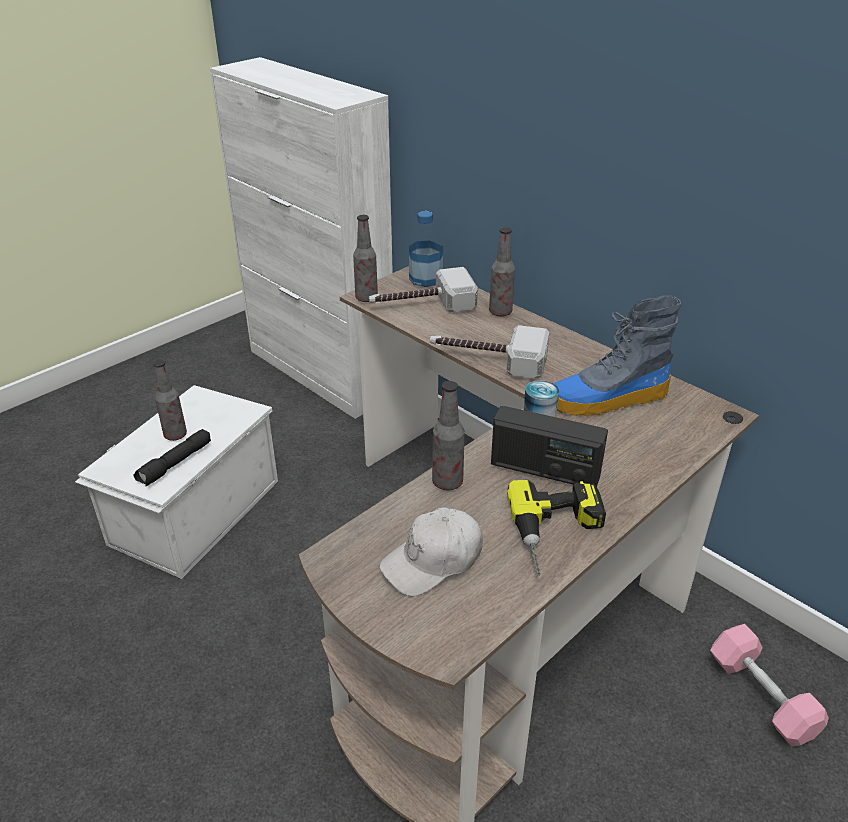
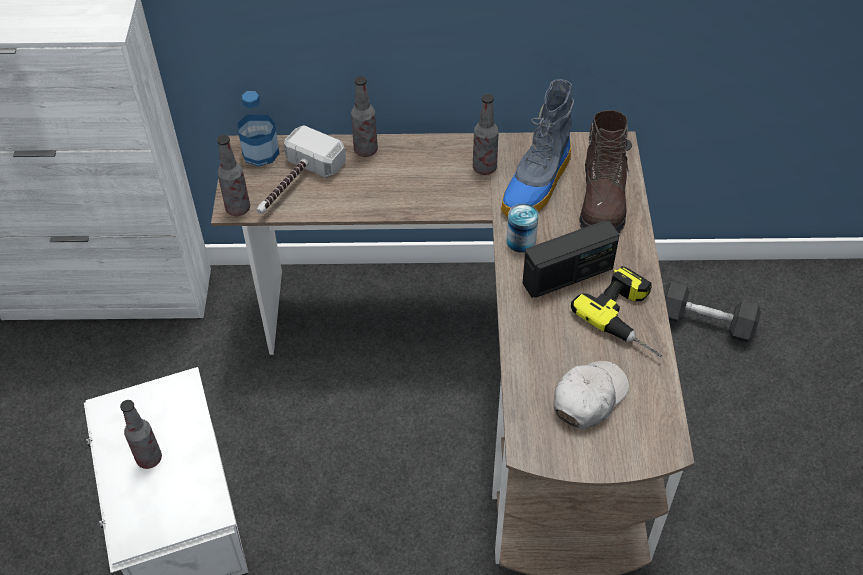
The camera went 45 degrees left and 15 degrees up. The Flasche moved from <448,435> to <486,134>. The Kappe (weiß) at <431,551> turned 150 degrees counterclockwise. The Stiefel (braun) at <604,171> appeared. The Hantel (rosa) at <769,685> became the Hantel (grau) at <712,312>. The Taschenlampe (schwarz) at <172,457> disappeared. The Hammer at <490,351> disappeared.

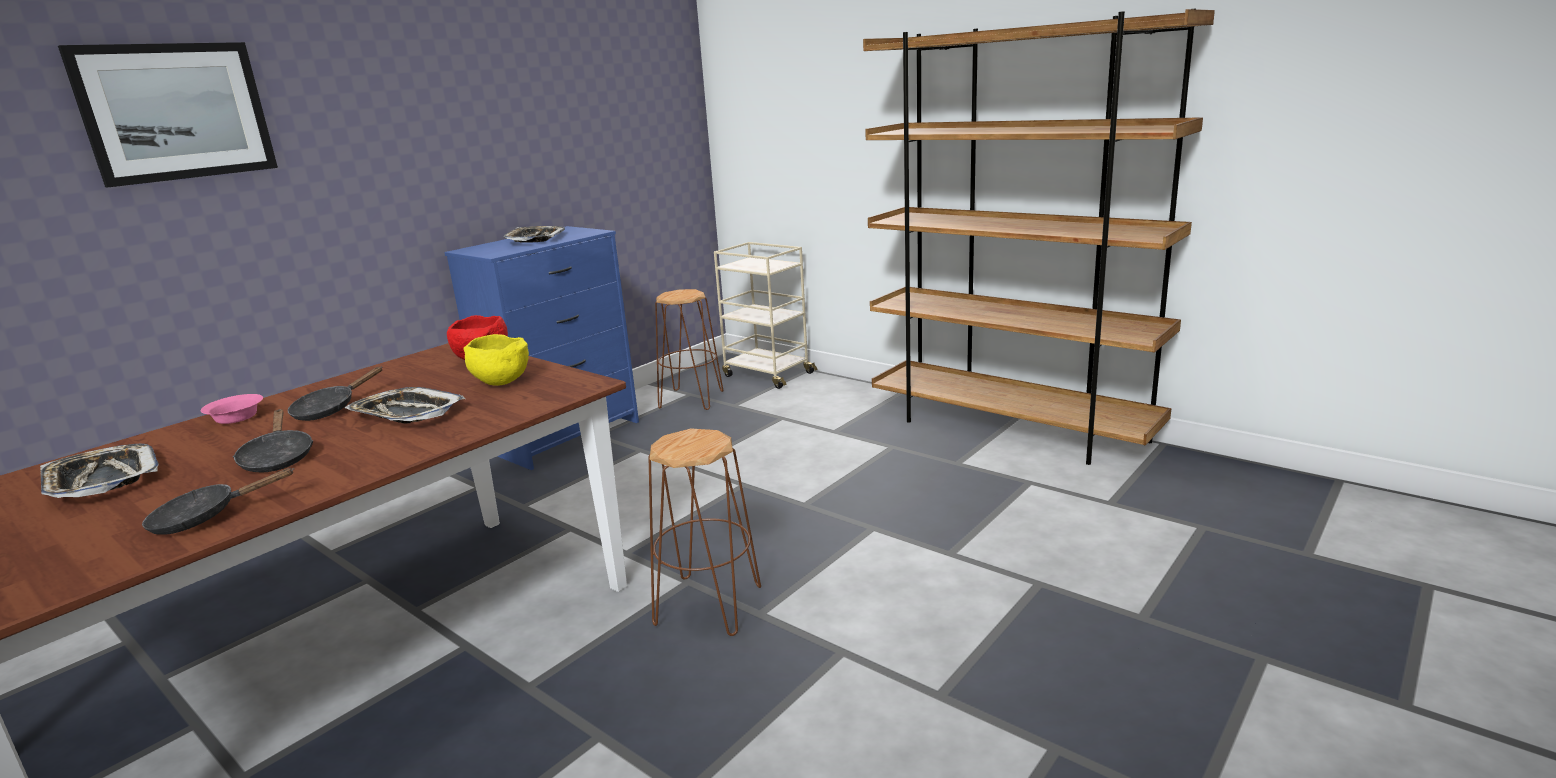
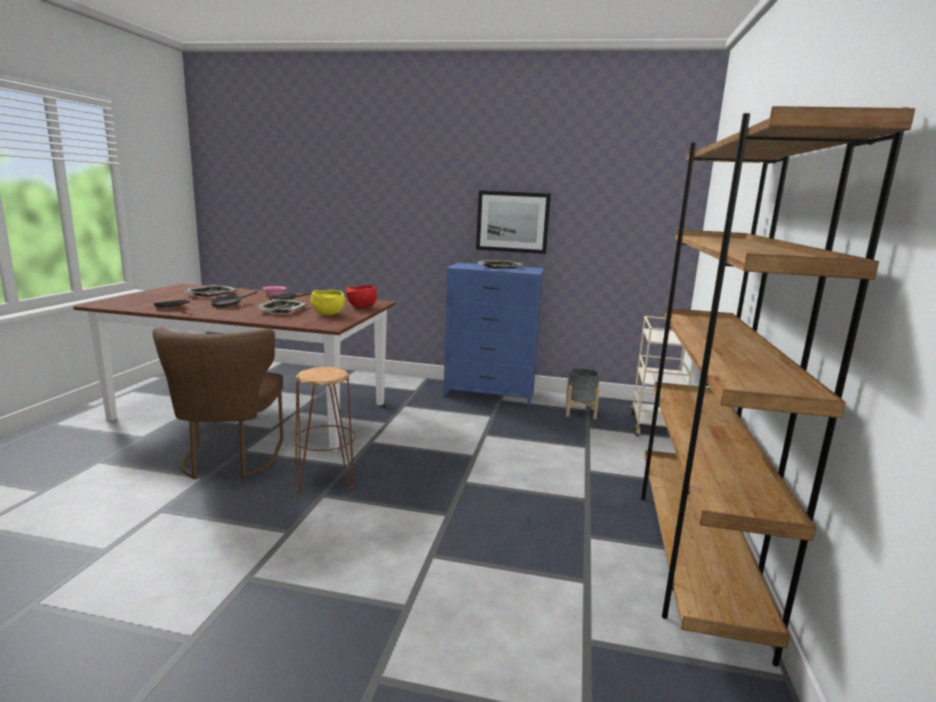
The camera went 60 degrees right and 5 degrees down. The Stuhl (braun) at <217,403> appeared. The Bild moved from <168,115> to <513,222>. The Hocker (braun) at <689,349> was replaced by the Pflanzkübel (grau) at <582,393>.

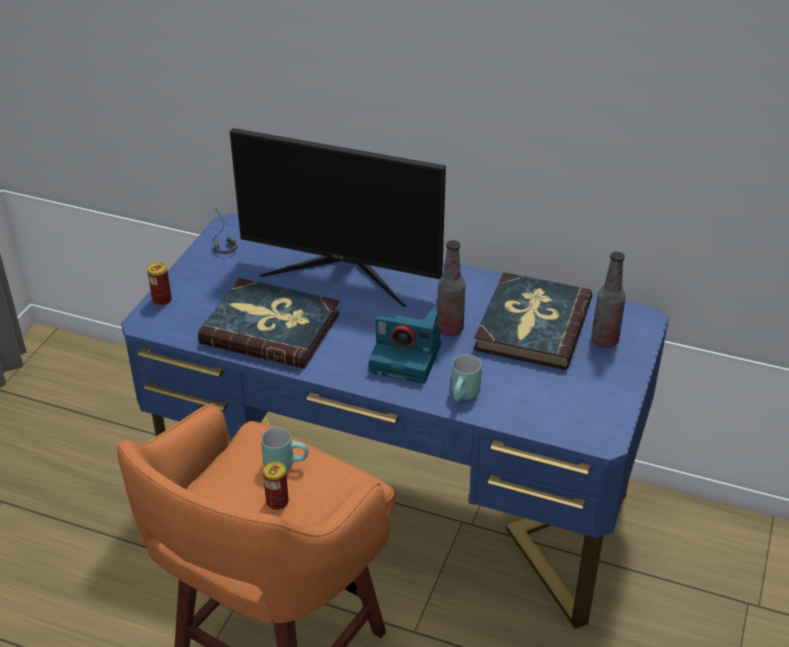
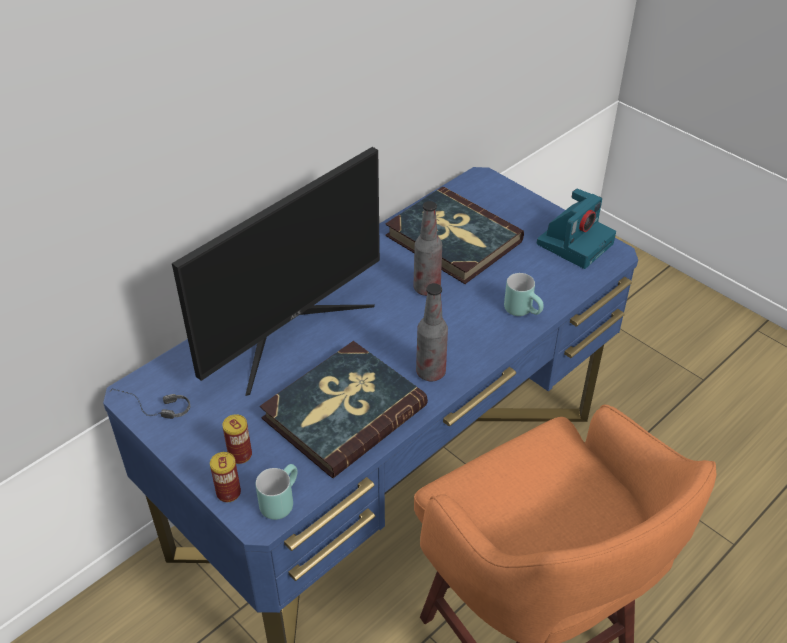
The camera went 65 degrees left and 5 degrees up. The Dose moved from <276,486> to <237,439>. The Henkelbecher (türkis) moved from <284,449> to <276,492>. The Flasche moved from <608,300> to <432,332>. The Kamera moved from <405,347> to <576,229>.

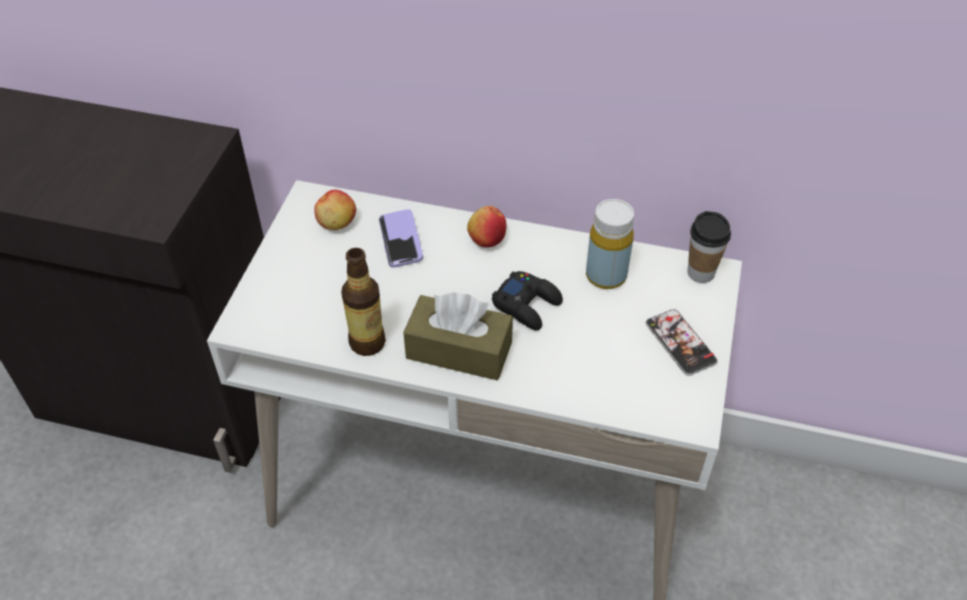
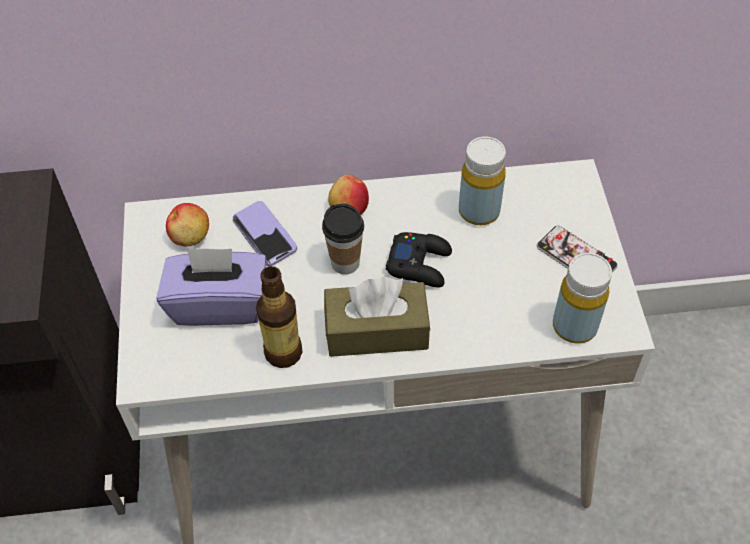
The camera went 20 degrees left and 5 degrees up. The Taschentuchbox (lila) at <211,286> appeared. The Tasse moved from <709,247> to <343,239>. The Flasche (gelb) at <582,298> appeared.

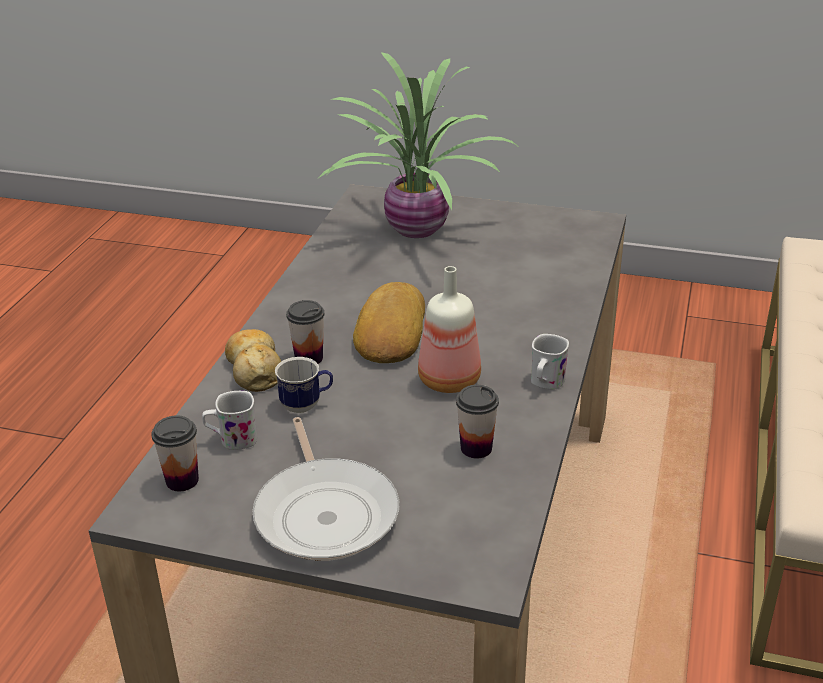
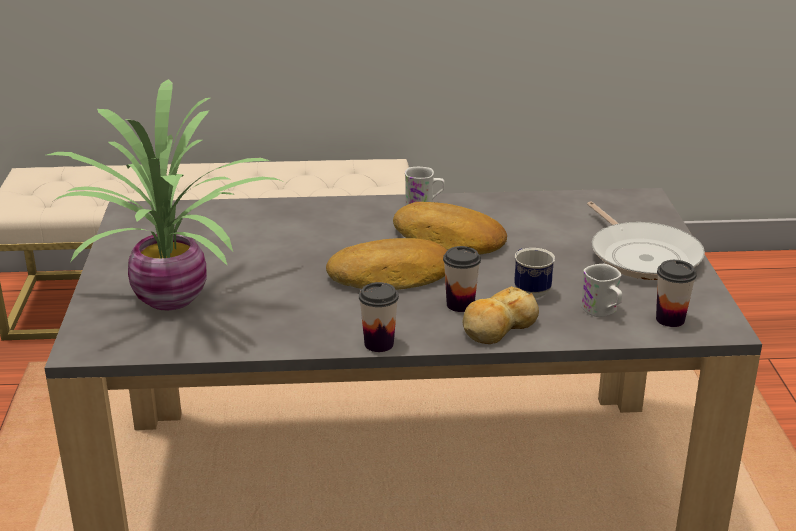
The camera went 110 degrees left and 5 degrees down. The Tasse moved from <477,422> to <379,317>. The Flasche at <449,329> was replaced by the Brot at <450,228>. The Pfanne at <325,489> turned 105 degrees clockwise.

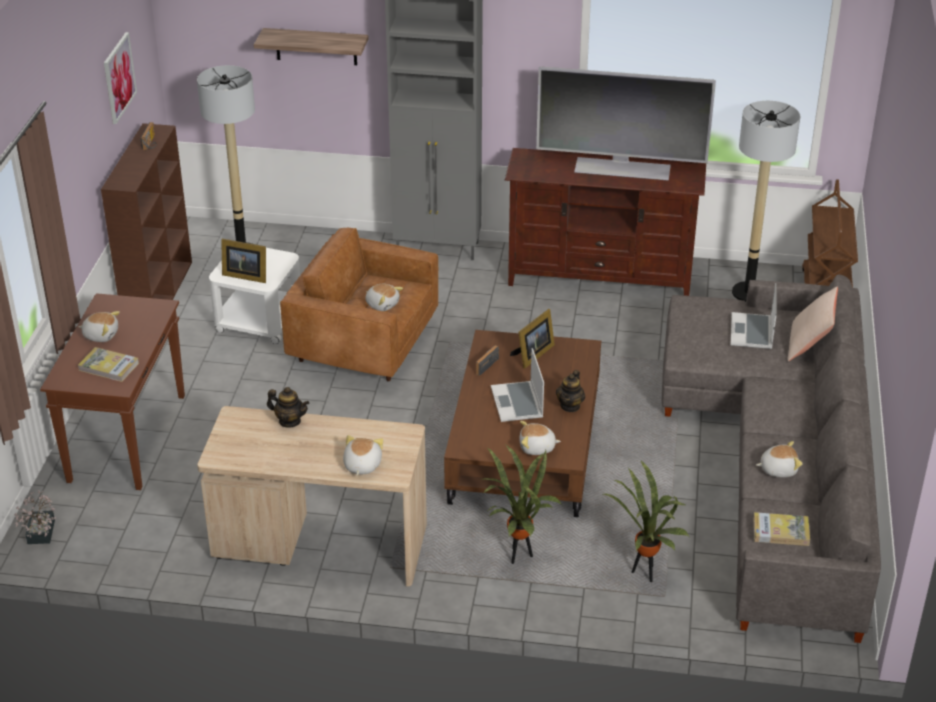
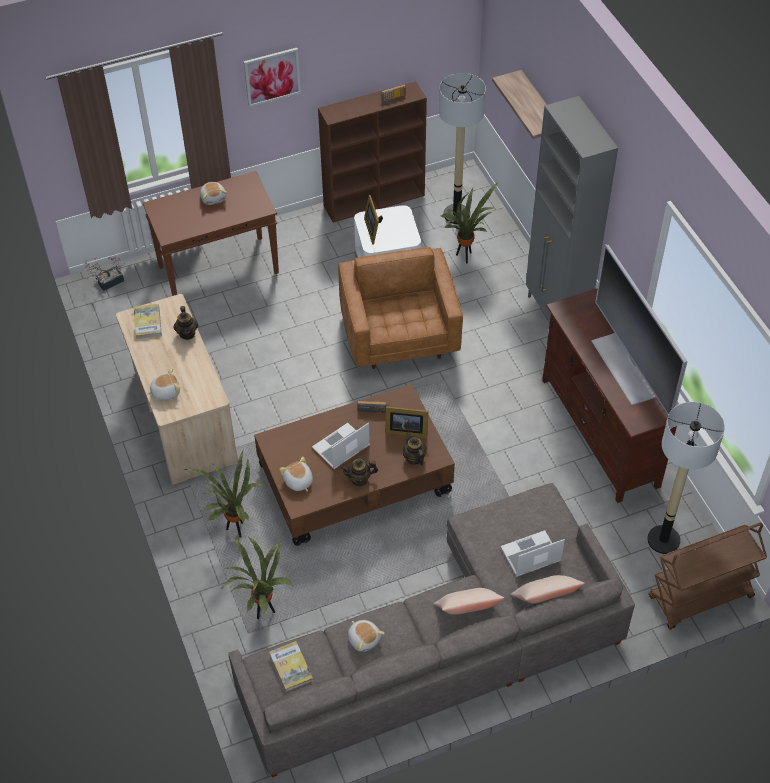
The camera went 60 degrees right and 15 degrees up. The Buch moved from <108,364> to <148,321>. The Bild moved from <120,78> to <272,77>. The Teekanne at <414,448> appeared. The Kissen (beige) at <469,601> appeared. The Topfpflanze at <470,222> appeared. The Plüschtier at <384,297> disappeared.

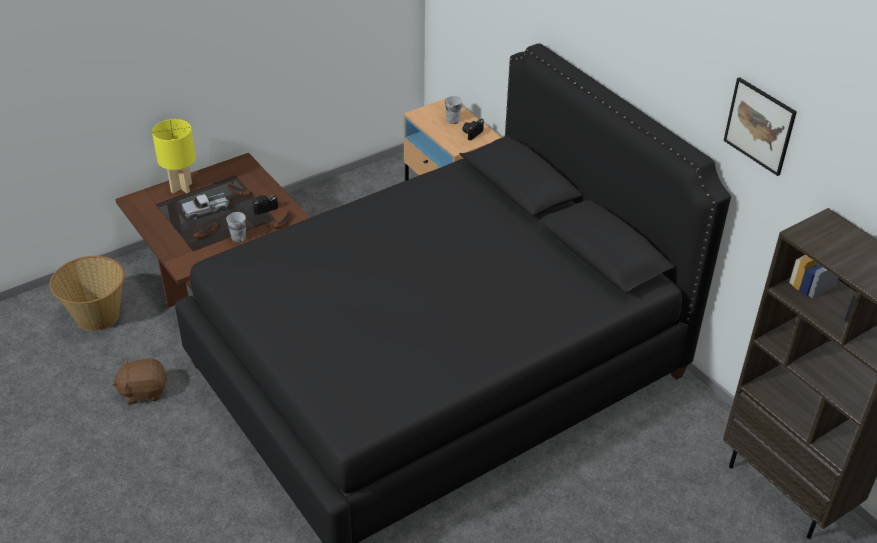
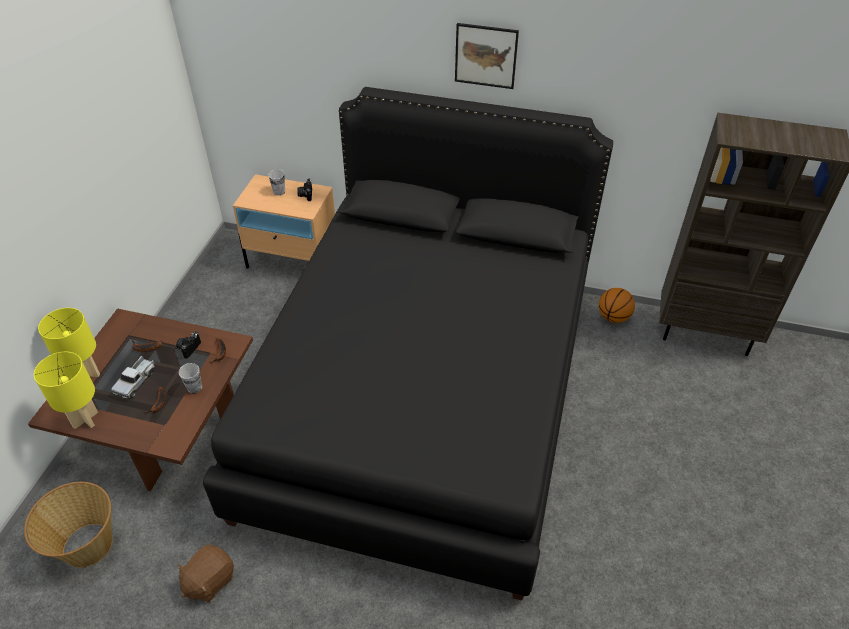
The camera went 40 degrees left and 5 degrees up. The Tischlampe (gelb) at <66,390> appeared. The Bild moved from <760,126> to <487,56>. The Basketball at <617,305> appeared.

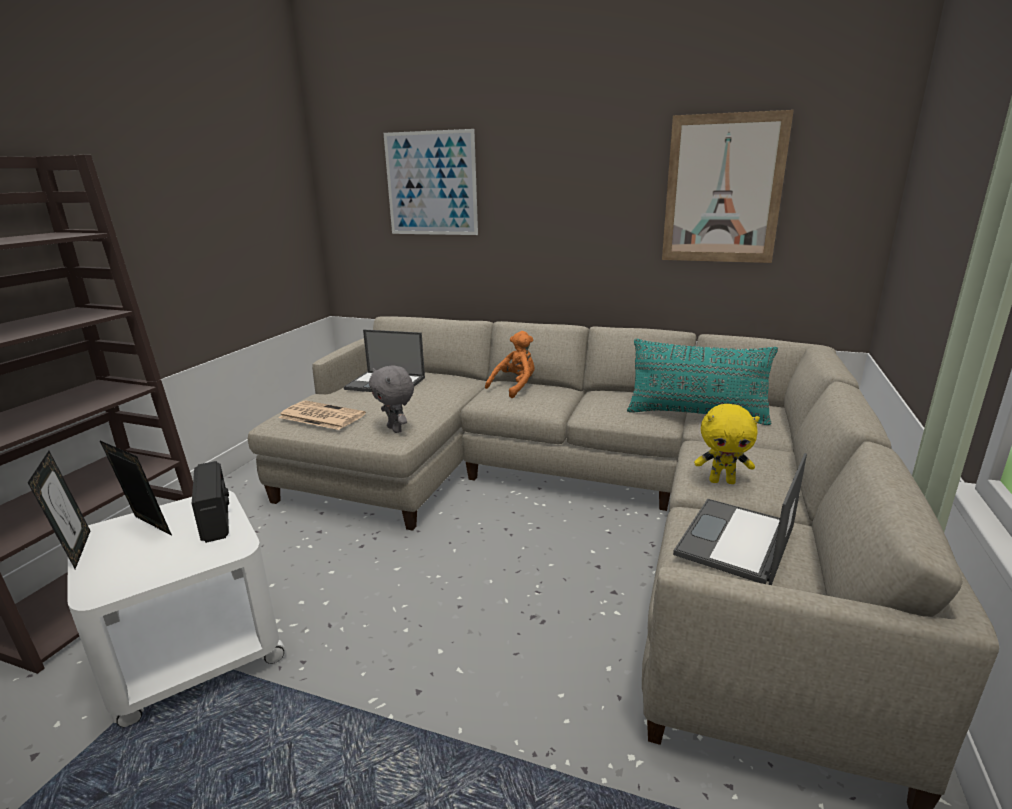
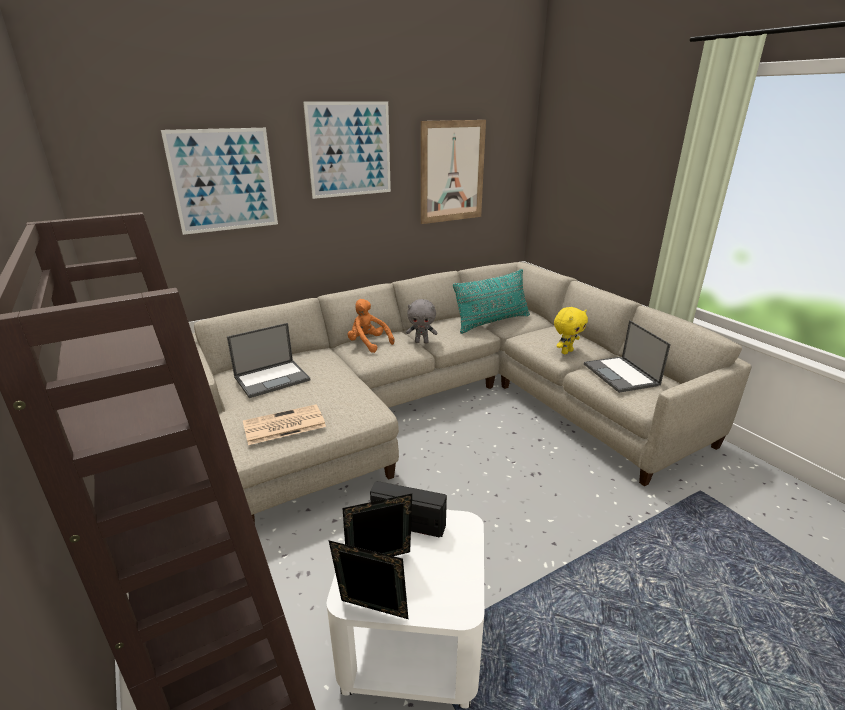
The camera went 50 degrees left and 5 degrees up. The Bild at <347,150> appeared. The Plüschtier (orange) at <509,364> turned 45 degrees counterclockwise. The Plüschtier (grau) moved from <391,399> to <421,321>.

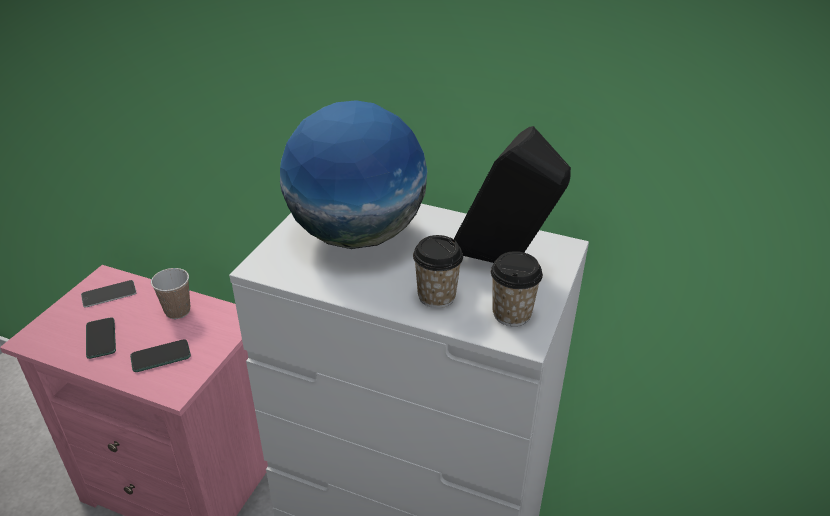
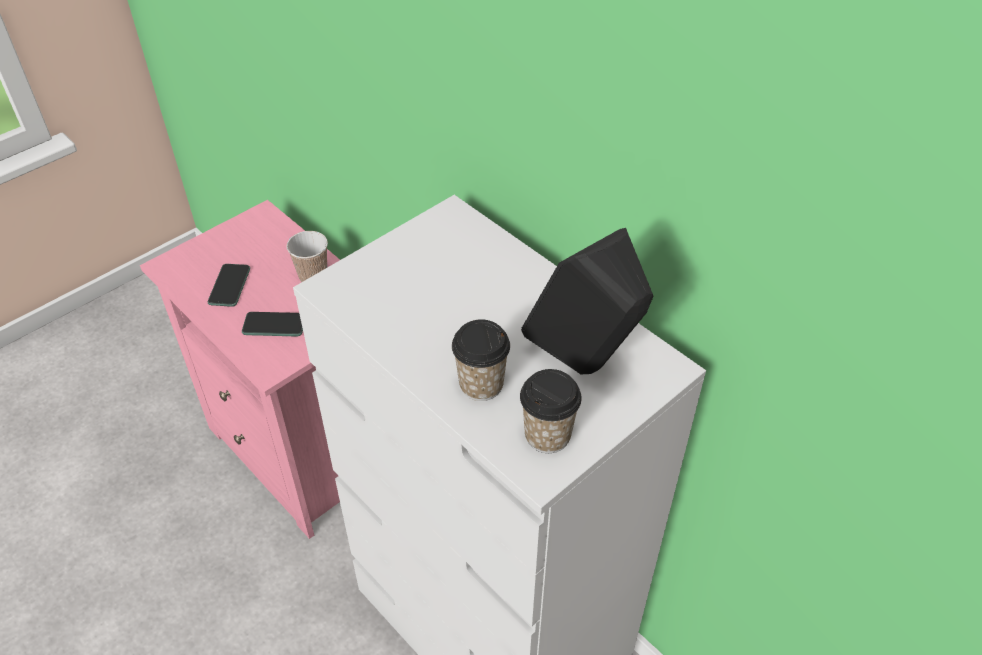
The camera went 25 degrees right and 10 degrees up. The Handy at <109,294> disappeared. The Globus at <353,174> disappeared.

